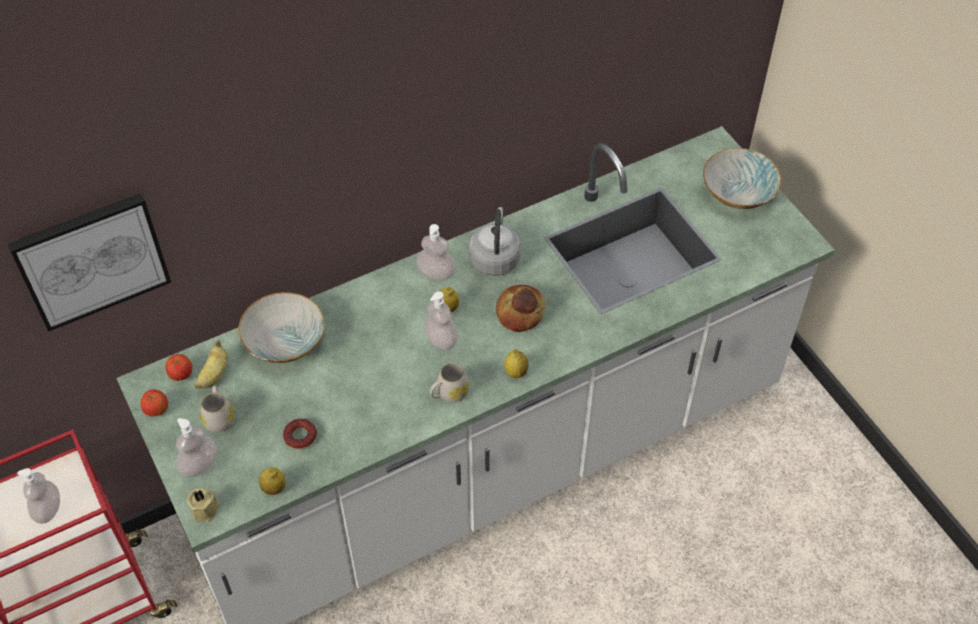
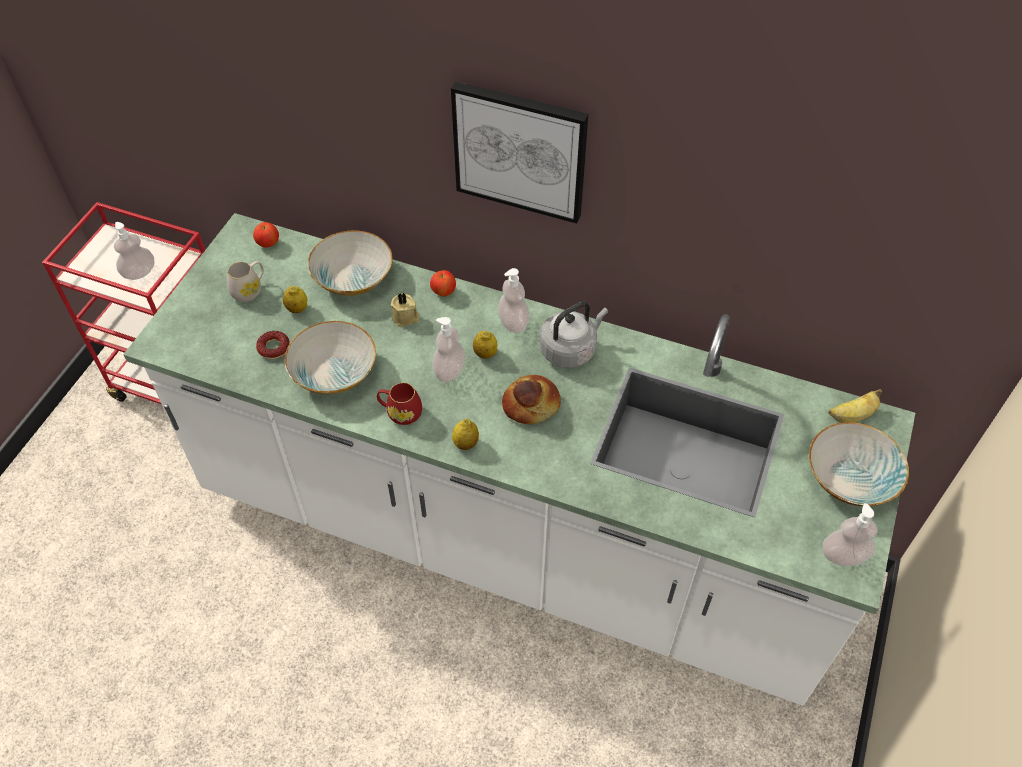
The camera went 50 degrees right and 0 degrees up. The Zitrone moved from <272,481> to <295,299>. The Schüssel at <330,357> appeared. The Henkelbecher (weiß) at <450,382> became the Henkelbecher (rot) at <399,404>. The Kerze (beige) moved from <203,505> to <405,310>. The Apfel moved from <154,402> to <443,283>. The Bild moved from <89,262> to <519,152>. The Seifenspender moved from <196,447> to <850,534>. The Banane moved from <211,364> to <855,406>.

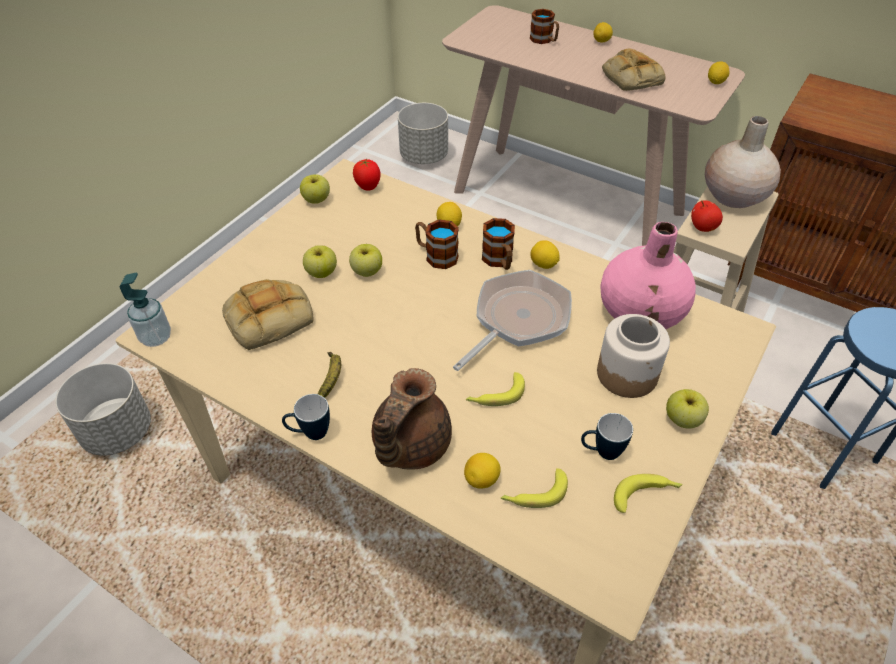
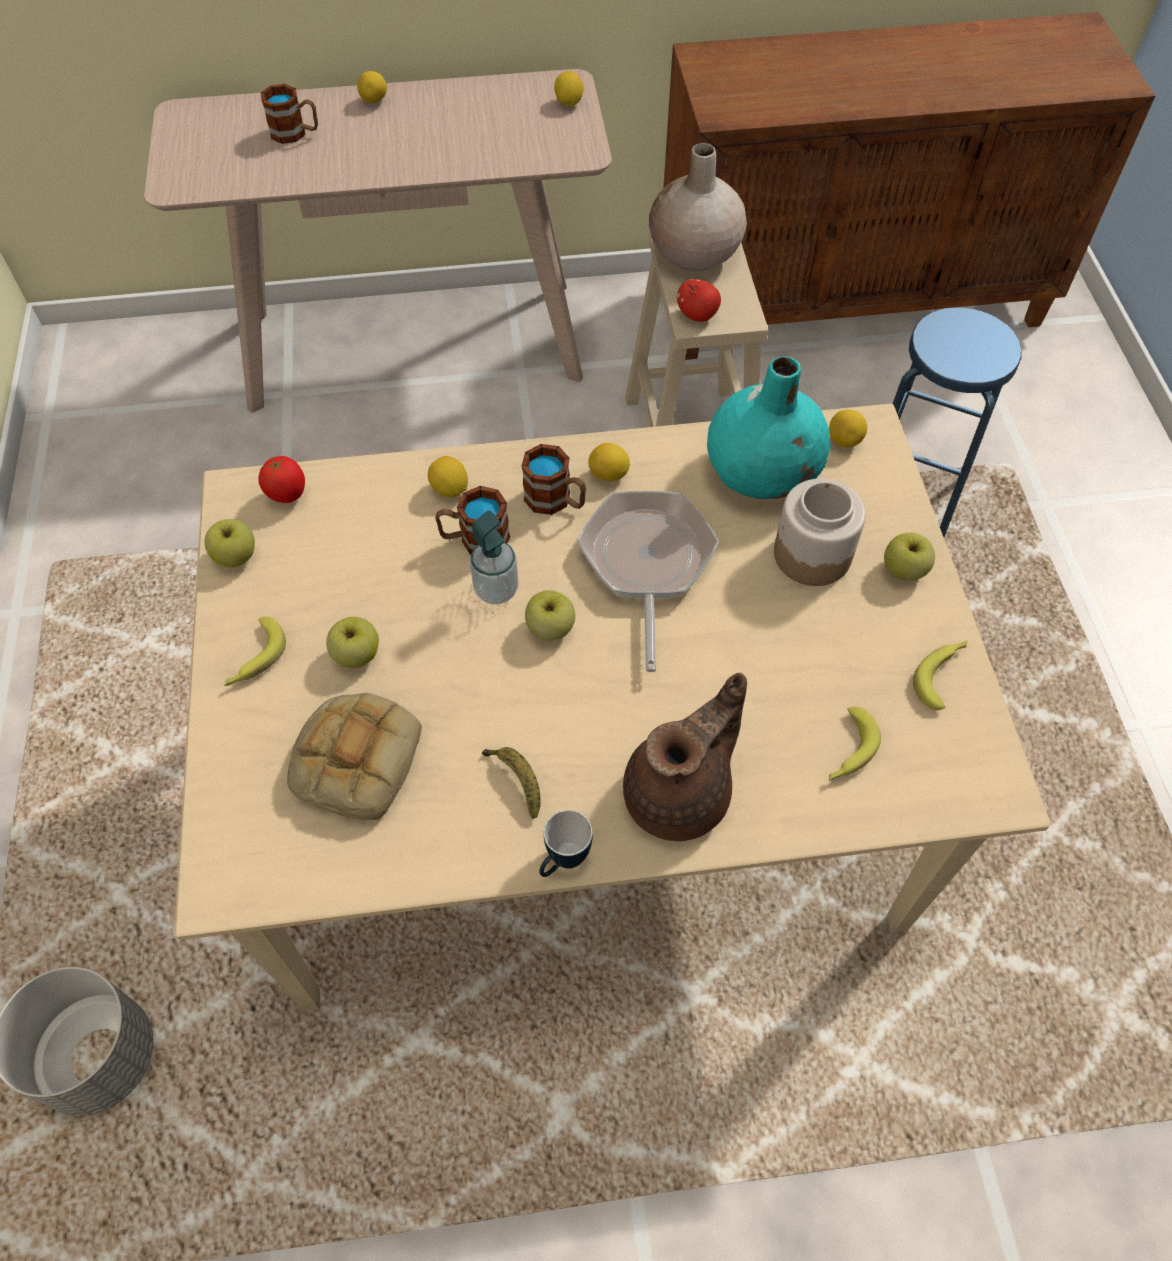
The camera went 40 degrees left and 10 degrees up. The Banane moved from <495,389> to <255,651>. The Seifenspender moved from <145,310> to <494,557>. The Apfel moved from <365,260> to <550,615>. The Teekanne (braun) at <412,419> turned 120 degrees counterclockwise. The Vase (rosa) at <648,275> became the Vase (türkis) at <769,427>. The Zitrone moved from <482,471> to <848,429>. The Pflanzkübel (grau) at <423,133> disappeared. The Henkelbecher at <607,436> disappeared. The Brot at <634,70> disappeared.

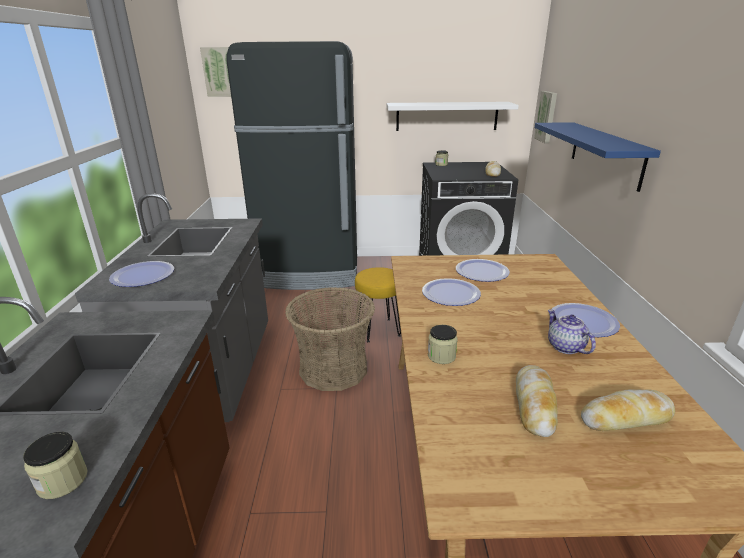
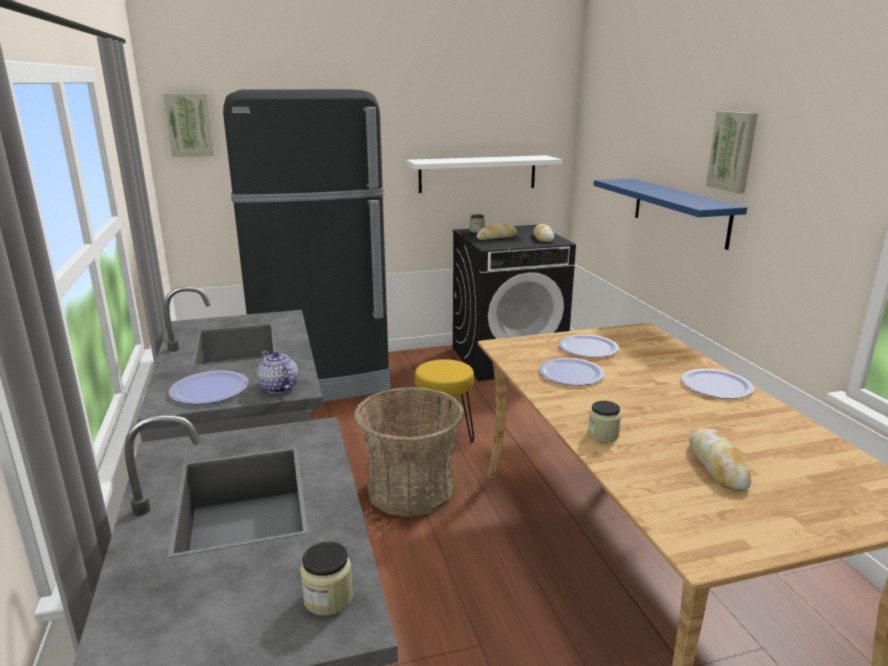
The camera went 15 degrees left and 5 degrees down. The Teekanne moved from <572,332> to <277,372>. The Brot moved from <628,410> to <497,232>. The Bild moved from <545,117> to <732,152>.

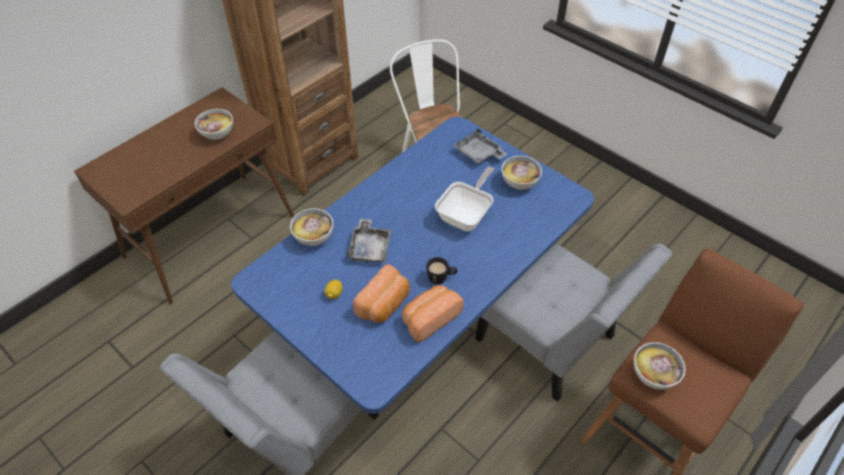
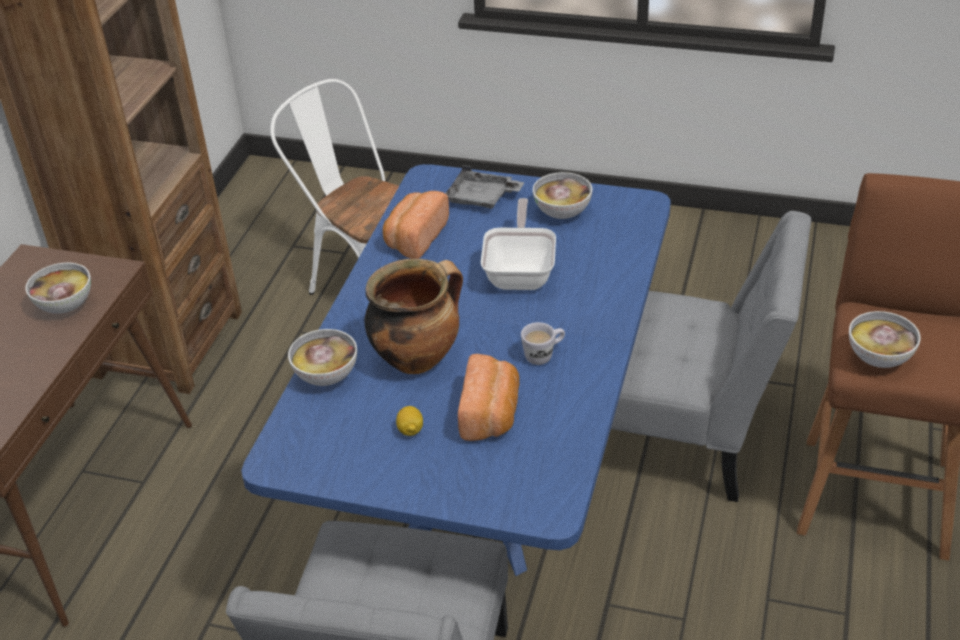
The camera went 25 degrees left and 10 degrees down. The Tablett (grau) at <369,241> was replaced by the Kochtopf at <414,316>. The Brot moved from <433,313> to <416,225>. The Henkelbecher (schwarz) at <441,271> became the Henkelbecher (weiß) at <543,343>.

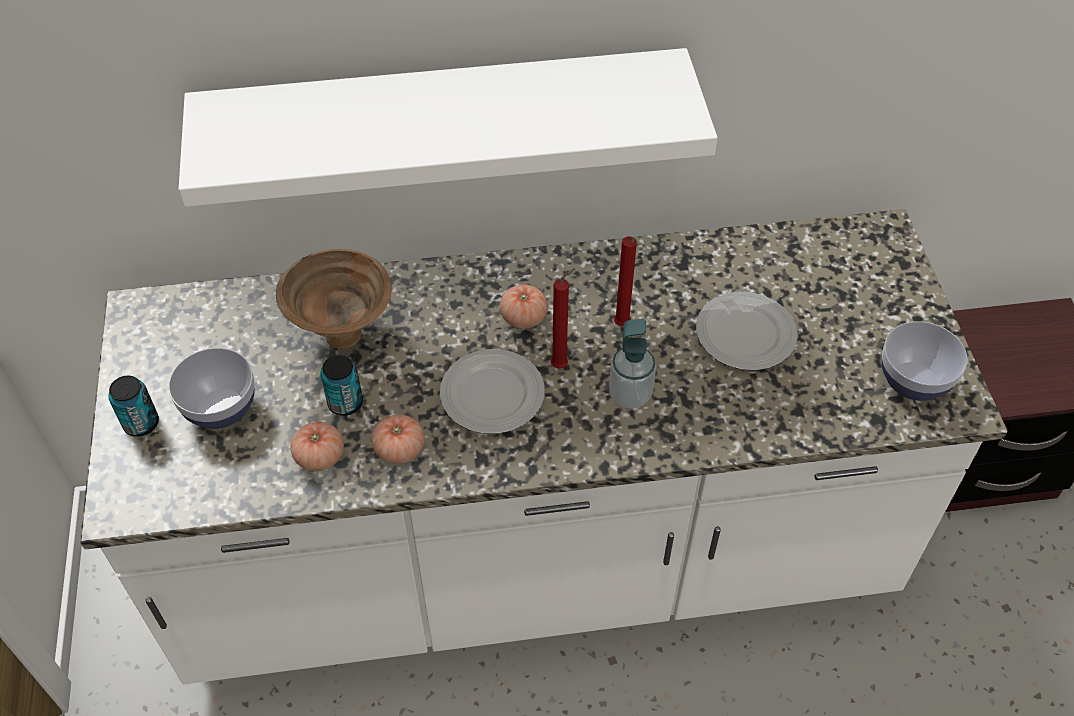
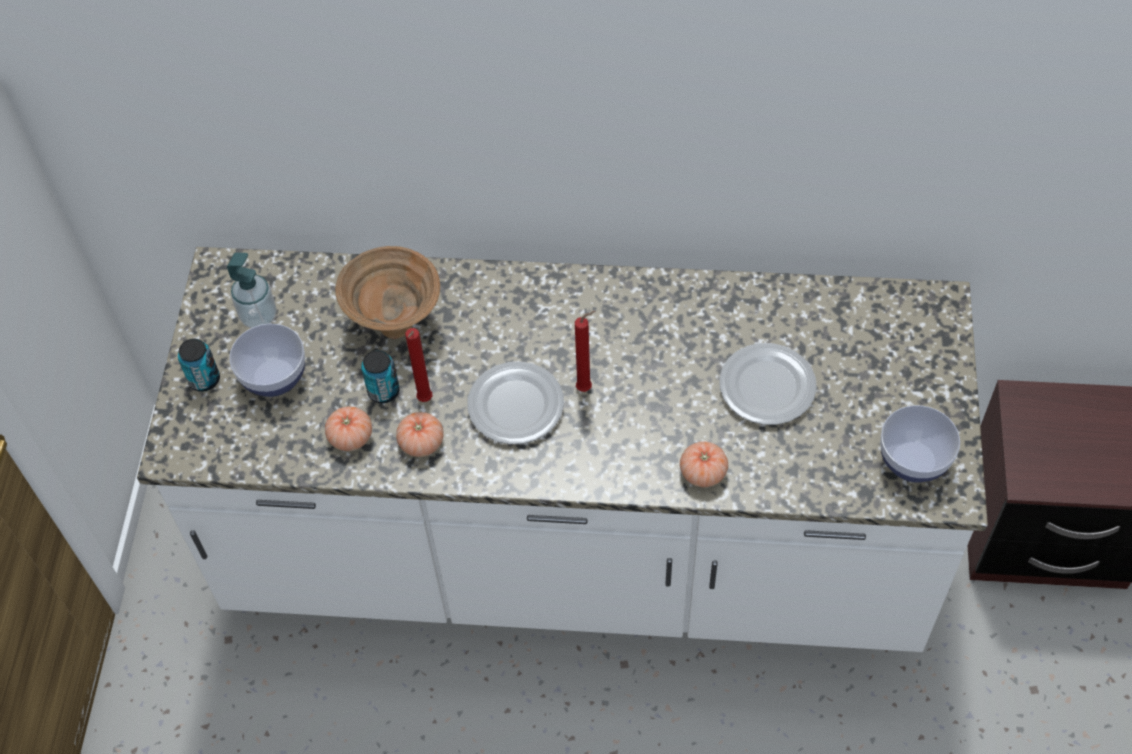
The camera went 15 degrees right and 5 degrees up. The Seifenspender moved from <632,363> to <252,290>. The Kerze (rot) moved from <625,281> to <418,365>. The Tomate moved from <524,306> to <704,464>. The Wandregal (weiß) at <448,127> disappeared.

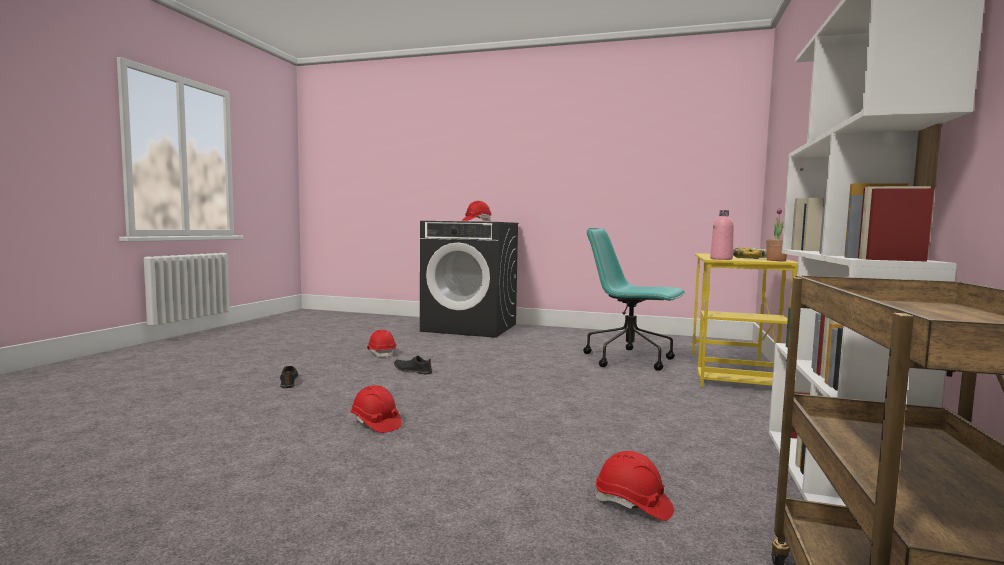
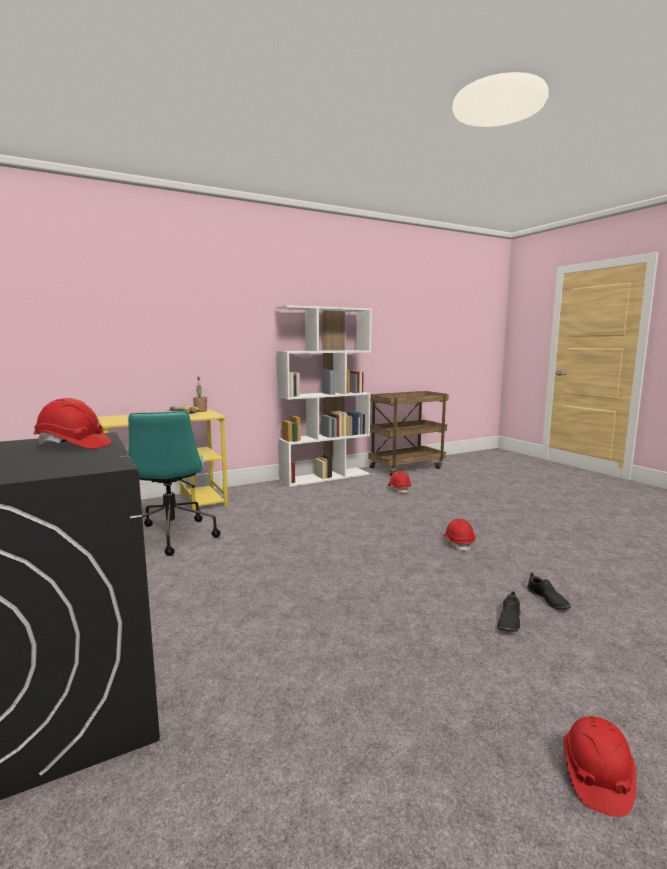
The camera went 135 degrees left and 5 degrees up. The Schuh (schwarz) moved from <413,365> to <549,591>. The Schutzhelm (rot) moved from <381,344> to <600,766>. The Flasche (rosa) at <722,235> disappeared.

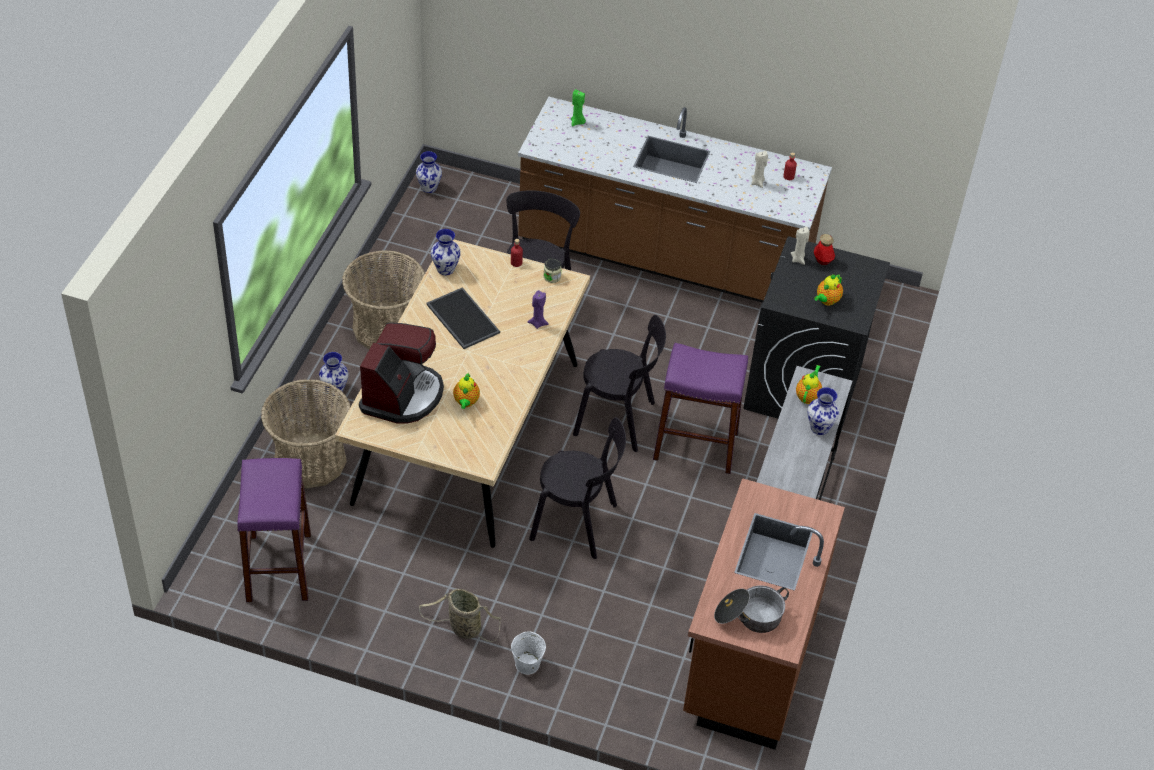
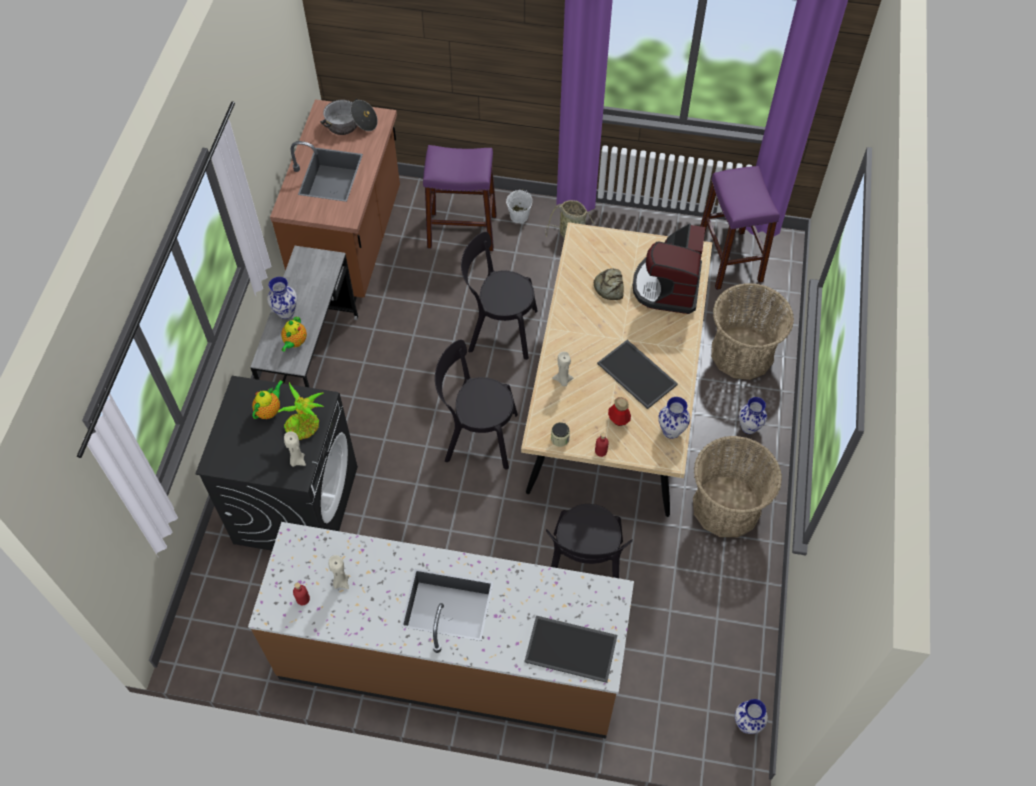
The camera went 175 degrees right and 10 degrees up. The Topfpflanze at <301,411> appeared. The Hocker (lila) moved from <700,408> to <460,198>. The Kerze (grün) at <578,107> was replaced by the Tablett at <570,649>. The Kerze (lila) at <538,309> became the Kerze (beige) at <562,369>. The Teekanne at <466,391> was replaced by the Brot at <609,284>. The Flasche moved from <824,249> to <619,411>.

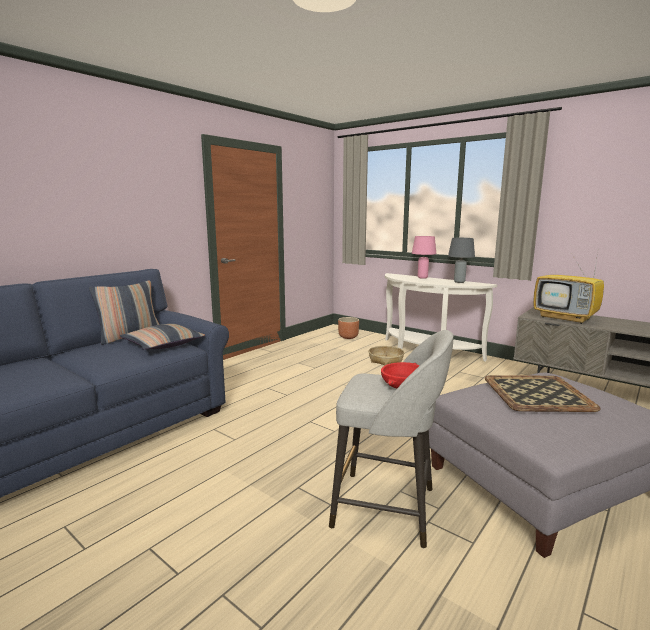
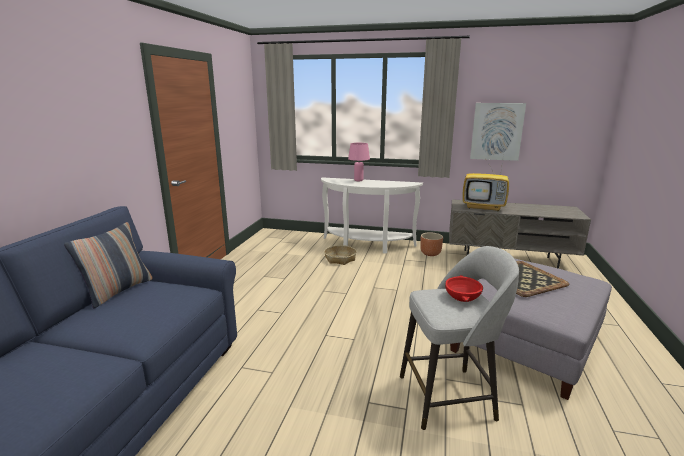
The camera went 25 degrees left and 5 degrees up. The Pflanzkübel (braun) moved from <348,328> to <431,244>. The Bild at <498,132> appeared. The Kissen at <163,337> disappeared. The Tischlampe (grau) at <461,260> disappeared.

